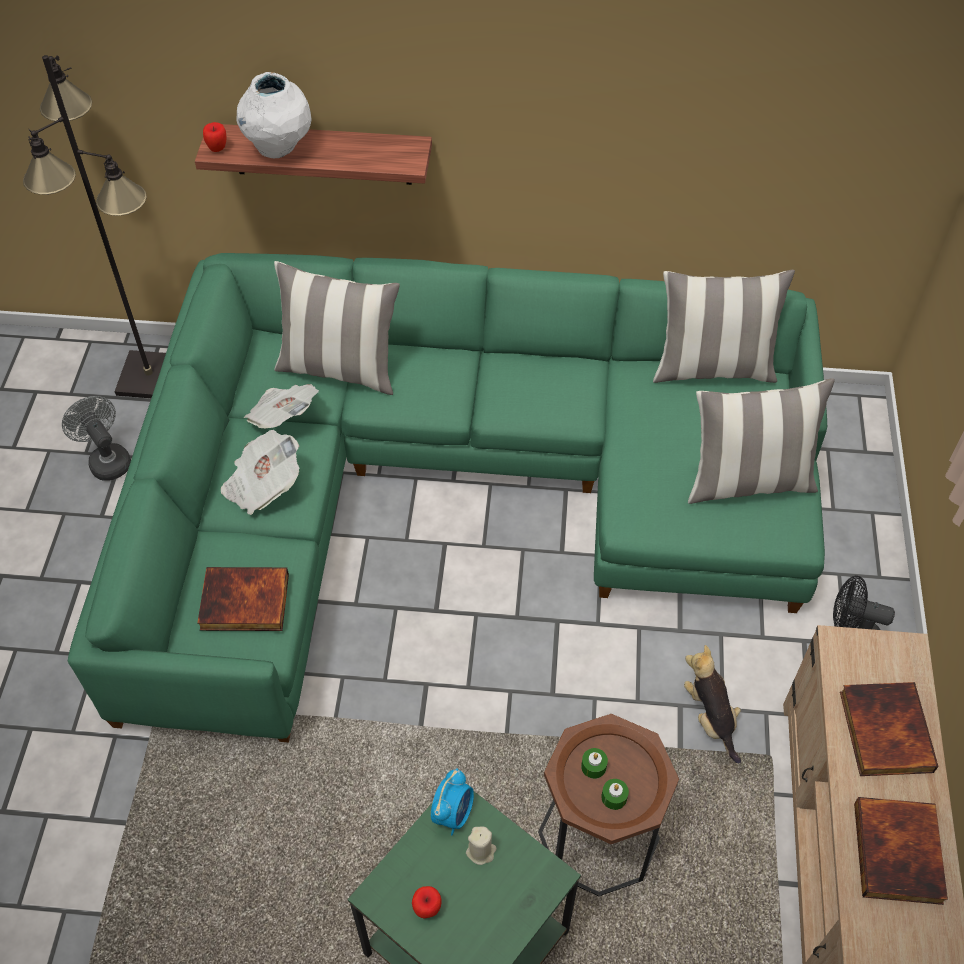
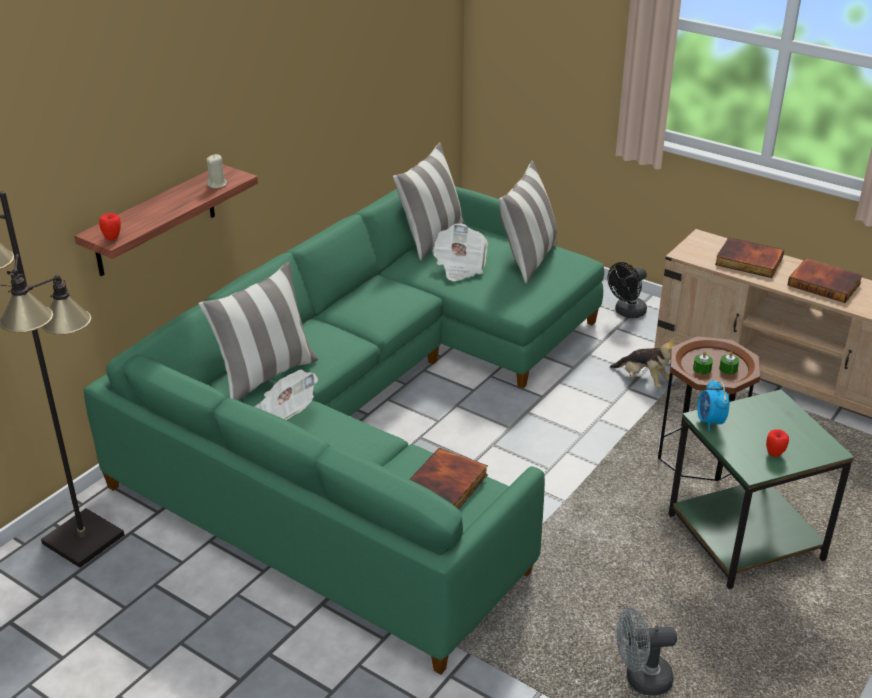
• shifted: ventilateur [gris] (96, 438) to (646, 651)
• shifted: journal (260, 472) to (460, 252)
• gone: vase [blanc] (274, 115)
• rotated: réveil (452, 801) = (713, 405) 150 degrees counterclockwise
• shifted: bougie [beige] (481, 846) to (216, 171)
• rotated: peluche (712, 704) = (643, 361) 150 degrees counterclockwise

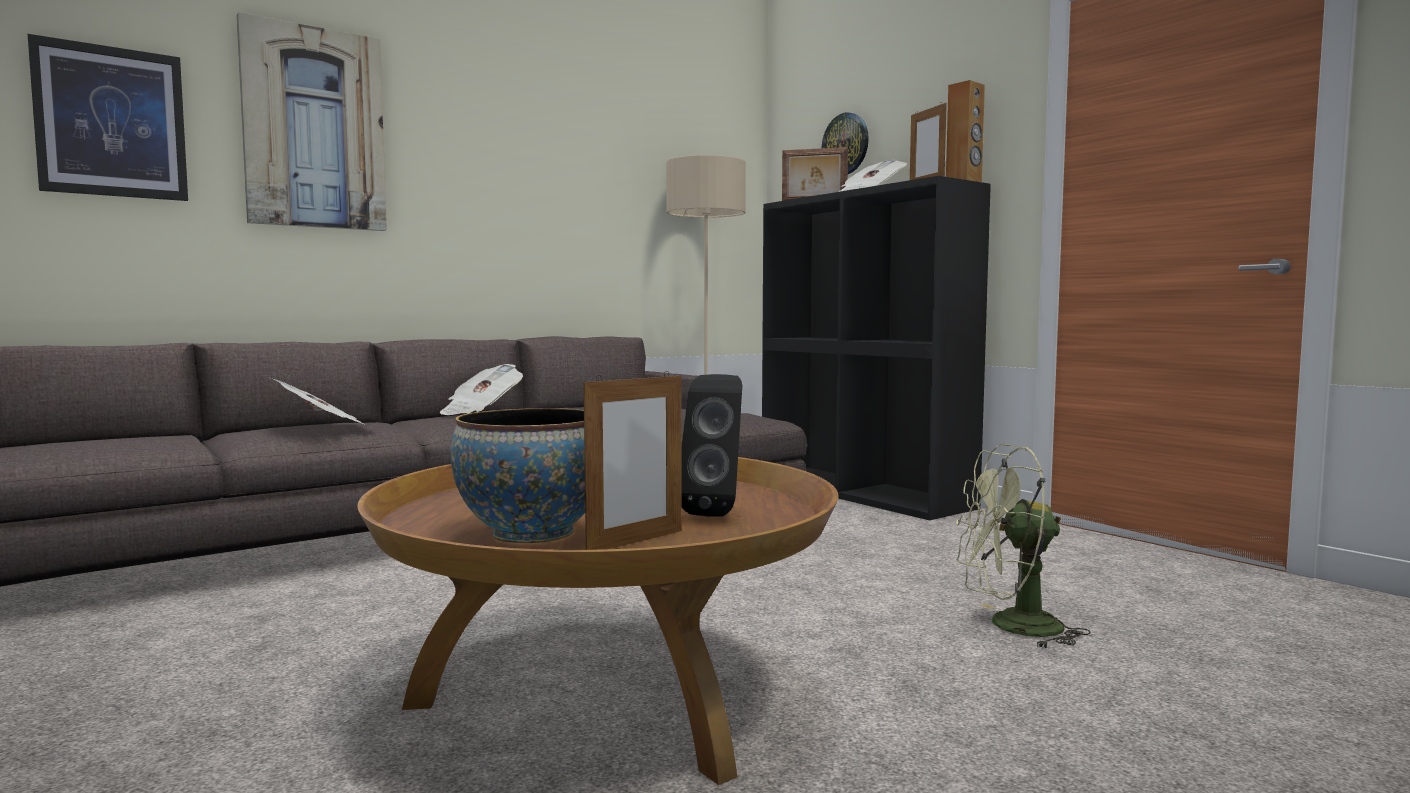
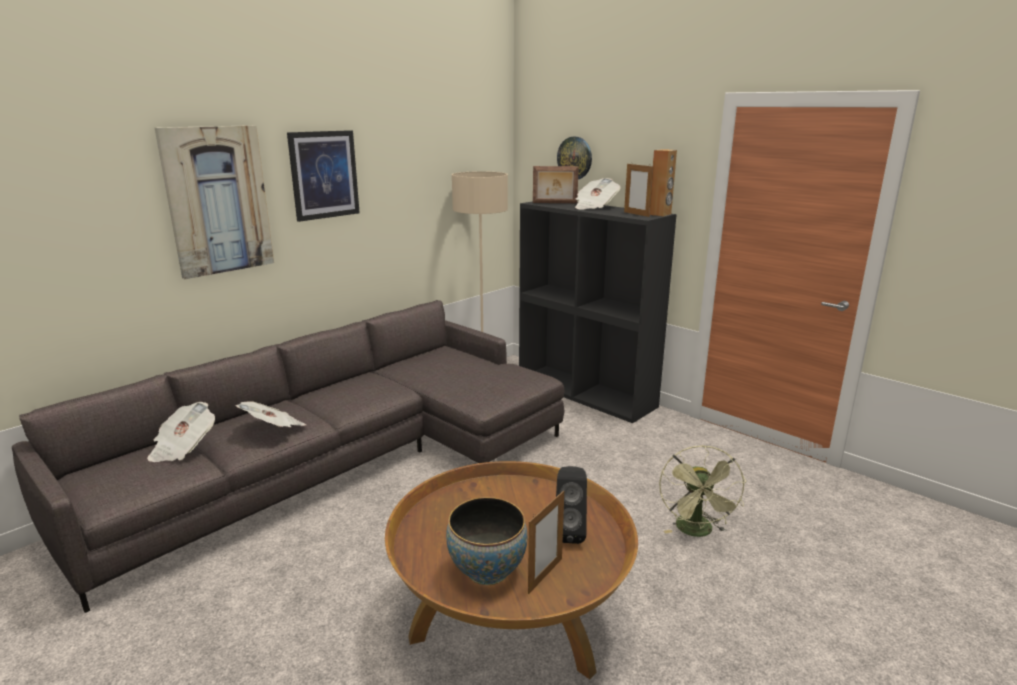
• shifted: tableau (108, 117) to (323, 176)
• shifted: journal (481, 389) to (181, 432)
• rotated: ventilateur [vert] (1024, 546) = (702, 491) 75 degrees counterclockwise

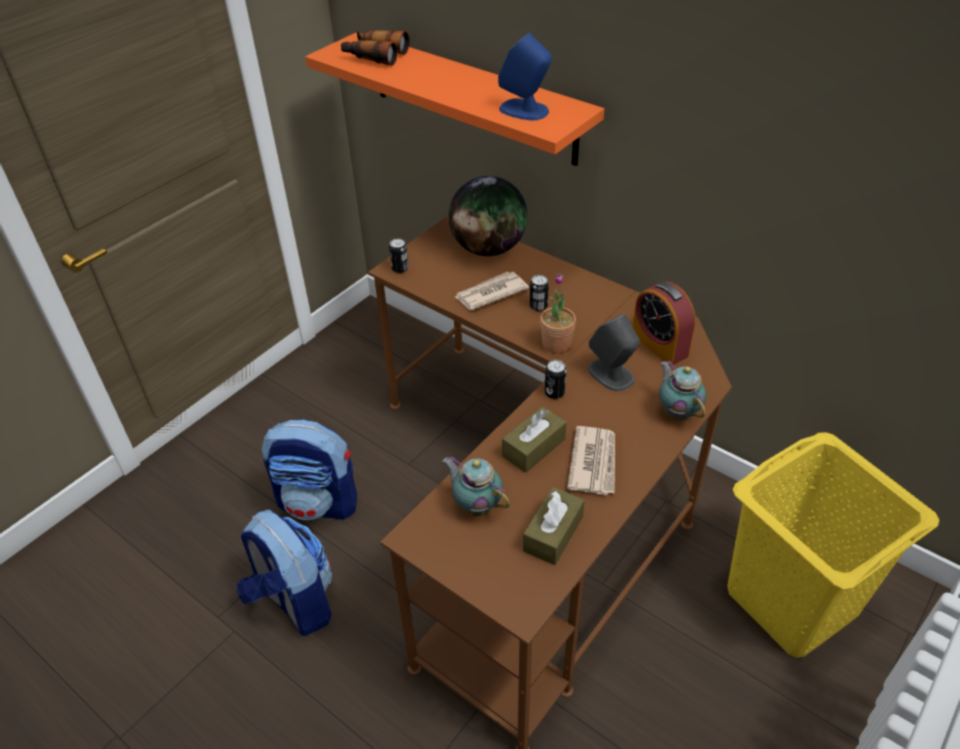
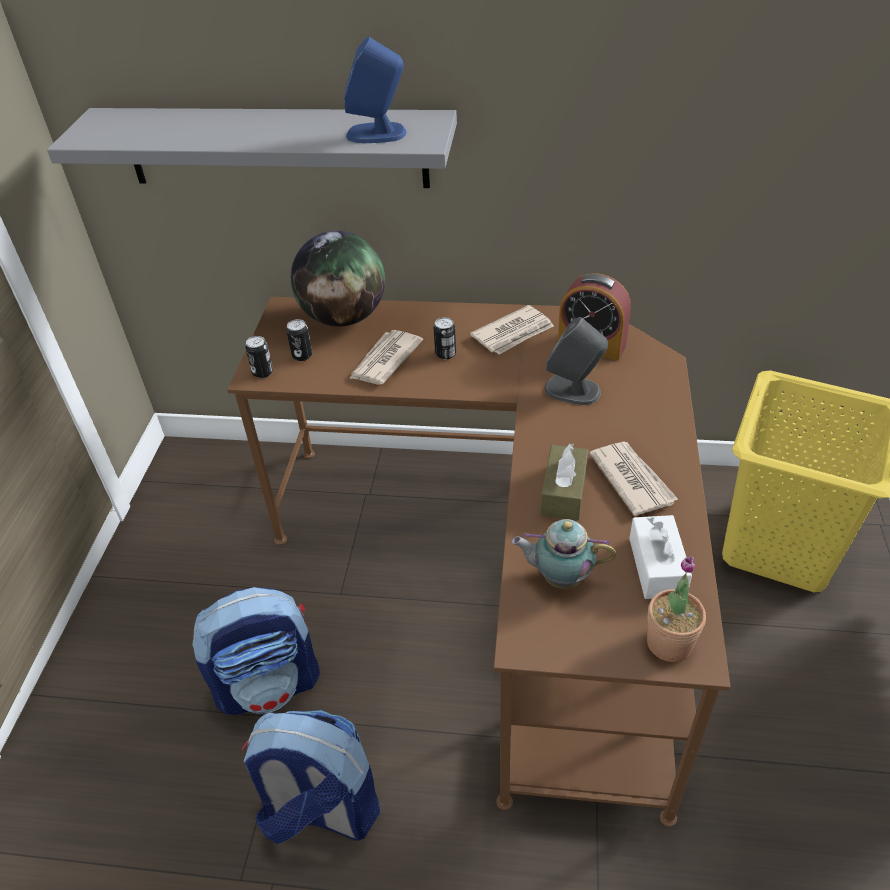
• repainted: étagère [orange] (454, 98) to étagère [gris] (252, 148)
• gone: jumelles (375, 48)
• repainted: boîte à mouchoirs [marron] (554, 526) to boîte à mouchoirs [blanc] (660, 557)
• shifted: plante en pot (558, 313) to (676, 609)
• shifted: boîte métallique (556, 379) to (299, 340)
• gone: théière (682, 391)
• new: journal (512, 330)

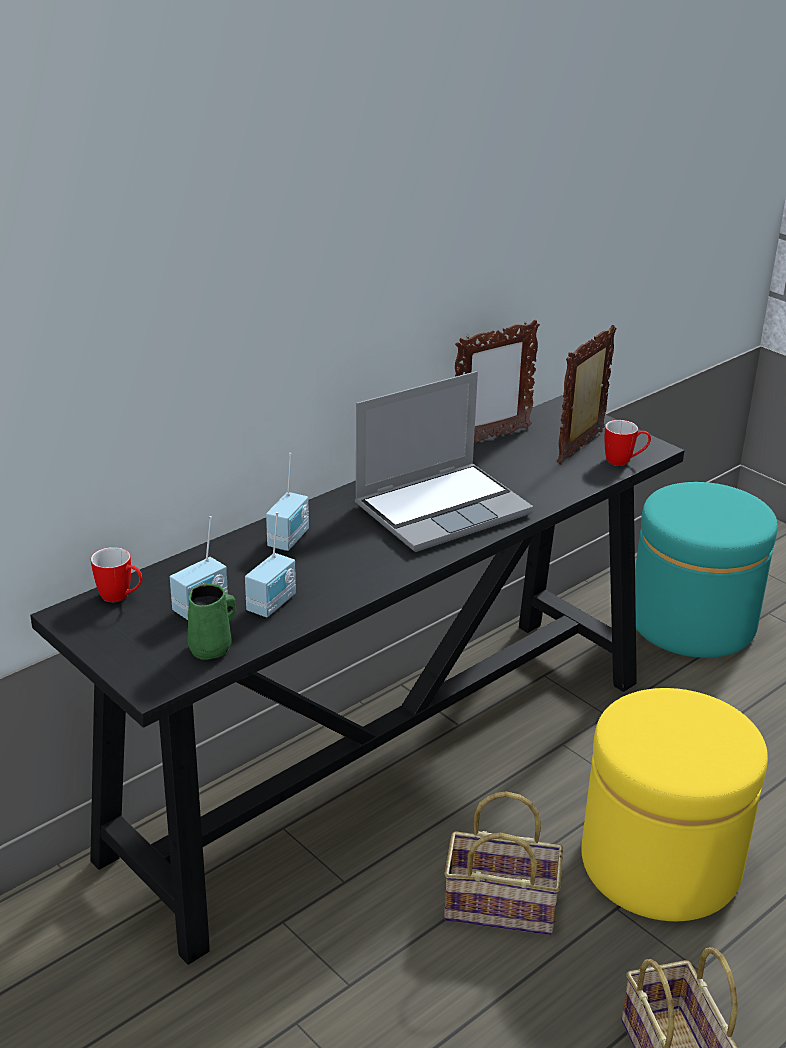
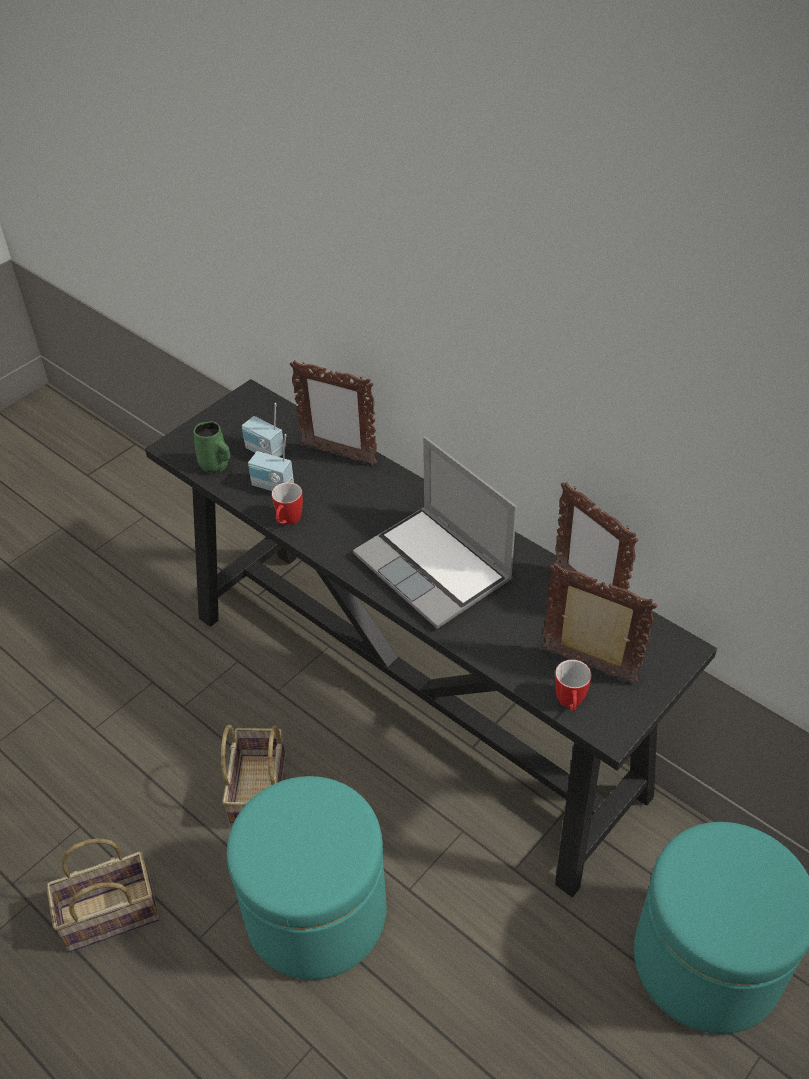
• shifted: mug (116, 574) to (287, 503)
• gone: radio (287, 502)
• repainted: pouf [jaune] (674, 804) to pouf [turquoise] (306, 878)
• new: cadre photo (333, 413)

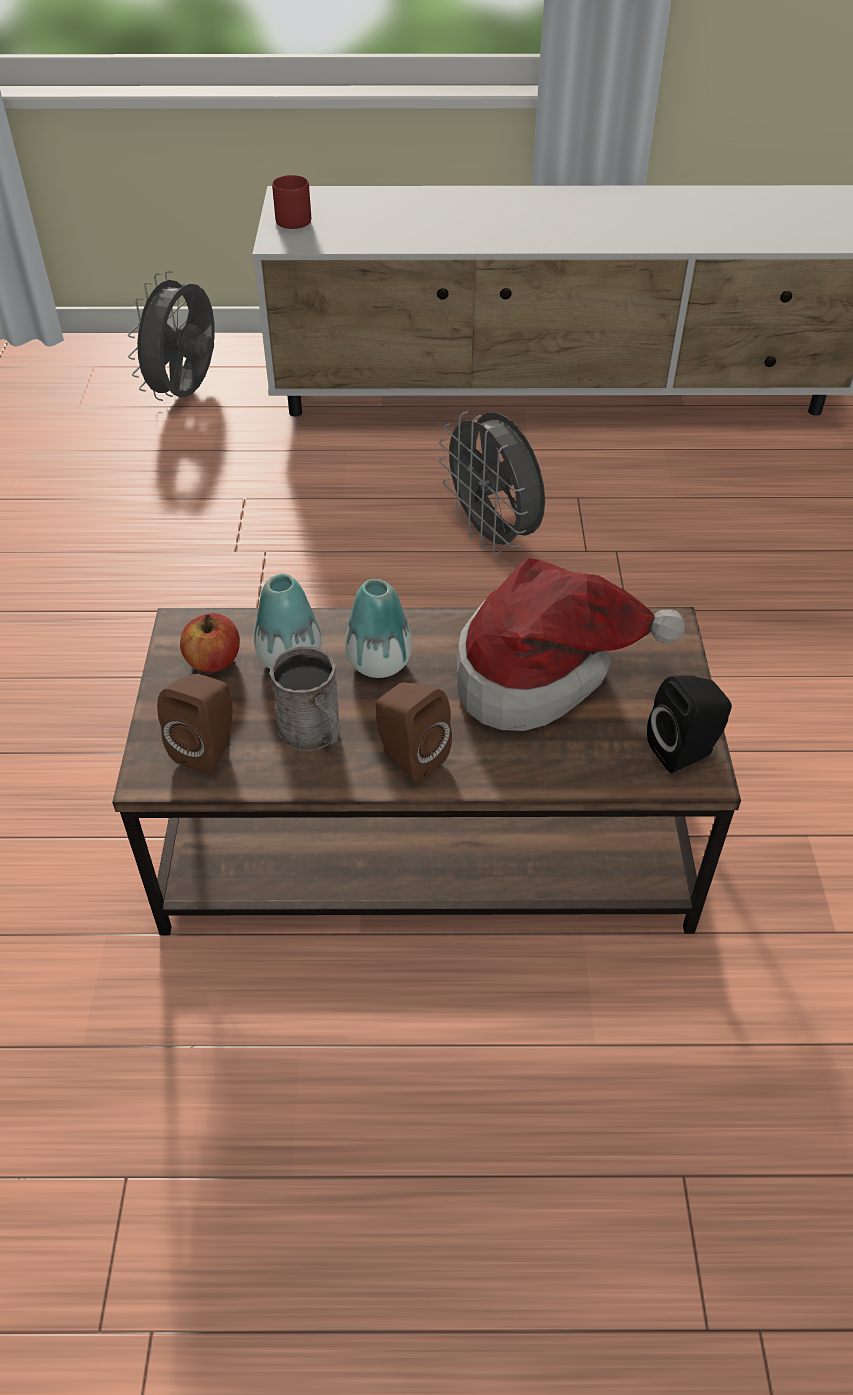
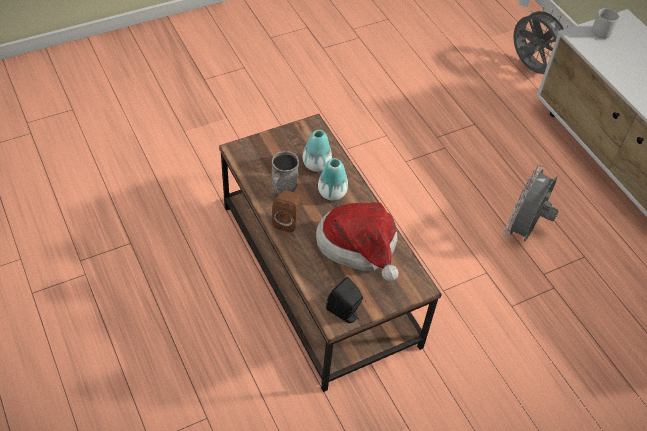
• rotated: ventilateur [gris] (171, 336) = (540, 40) 60 degrees clockwise
• gone: enceinte [marron] (195, 724)
• gone: pomme (210, 642)
• repainted: mug [rouge] (291, 202) to mug [gris] (605, 23)

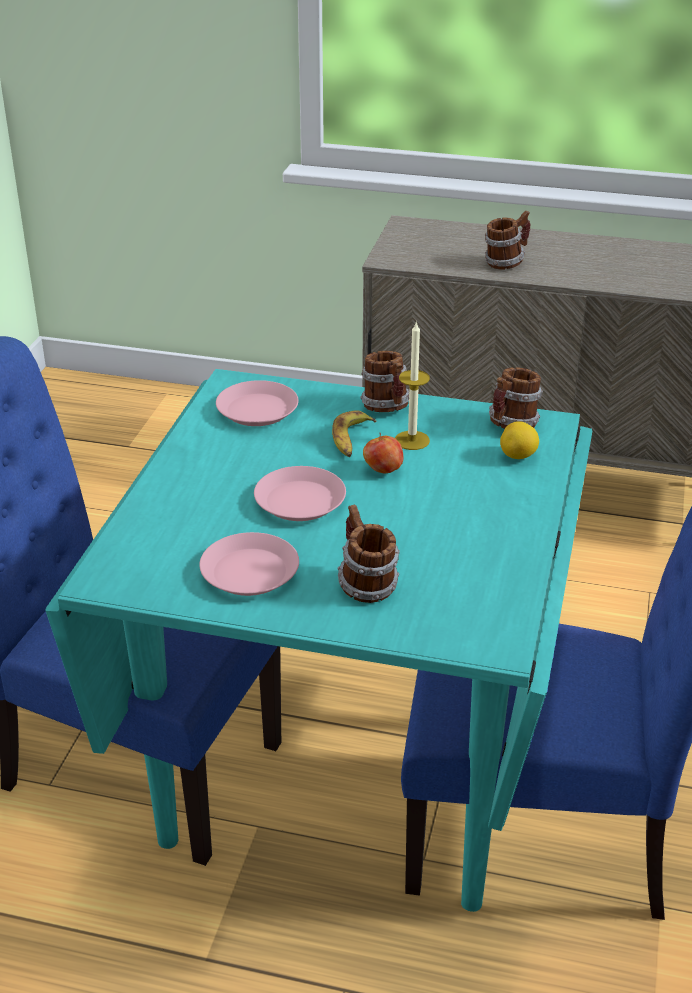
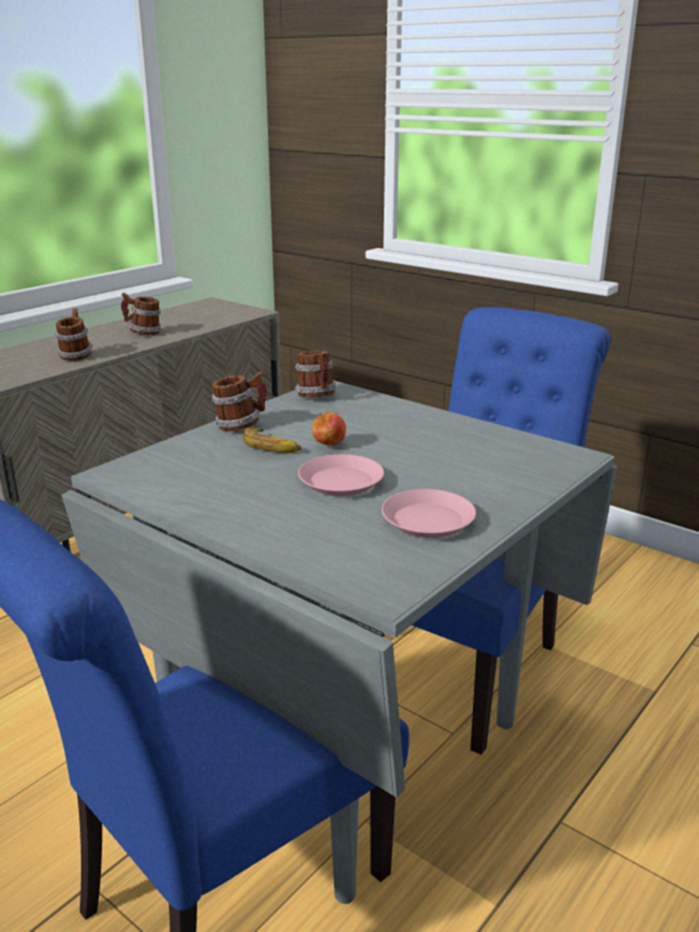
• repainted: table à manger [turquoise] (318, 640) to table à manger [gris] (339, 642)
• gone: assiette [rose] (257, 403)
• shifted: mug (369, 554) to (141, 314)
• gone: bougie (412, 385)
• gone: citron (519, 440)

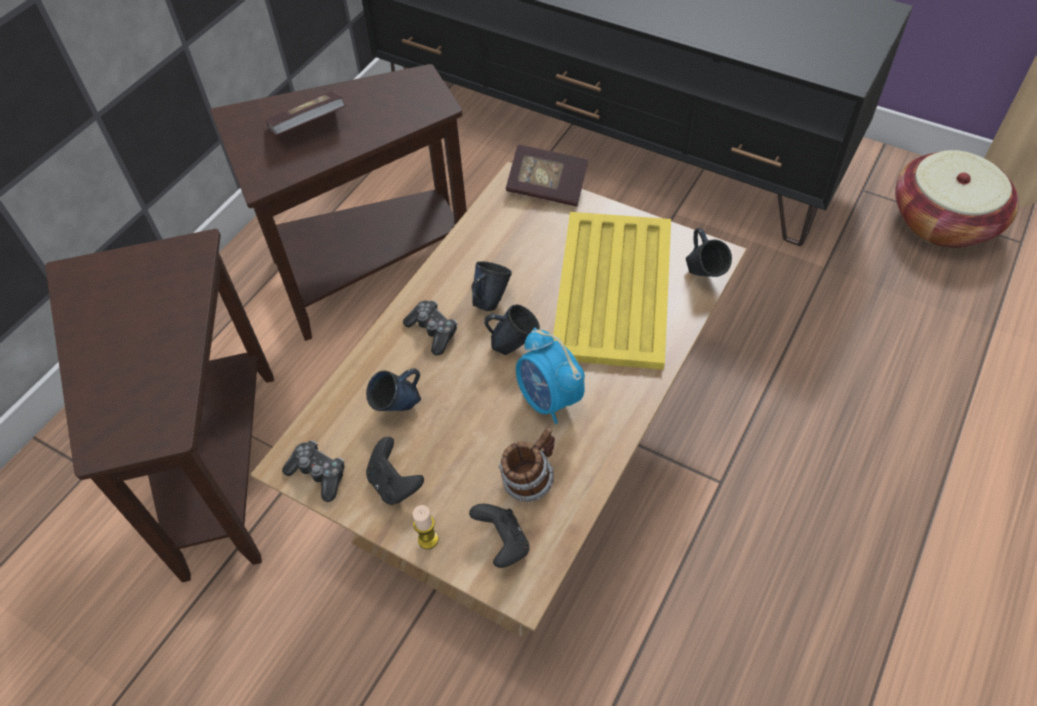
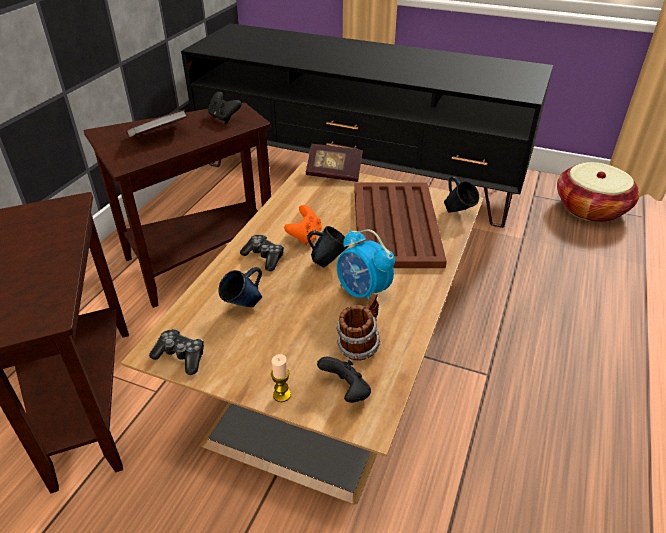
• shifted: manette [noir] (395, 471) to (225, 107)
• swapped: mug [bleu] (491, 286) to manette [orange] (303, 225)
• repainted: plateau [jaune] (612, 291) to plateau [marron] (400, 225)

